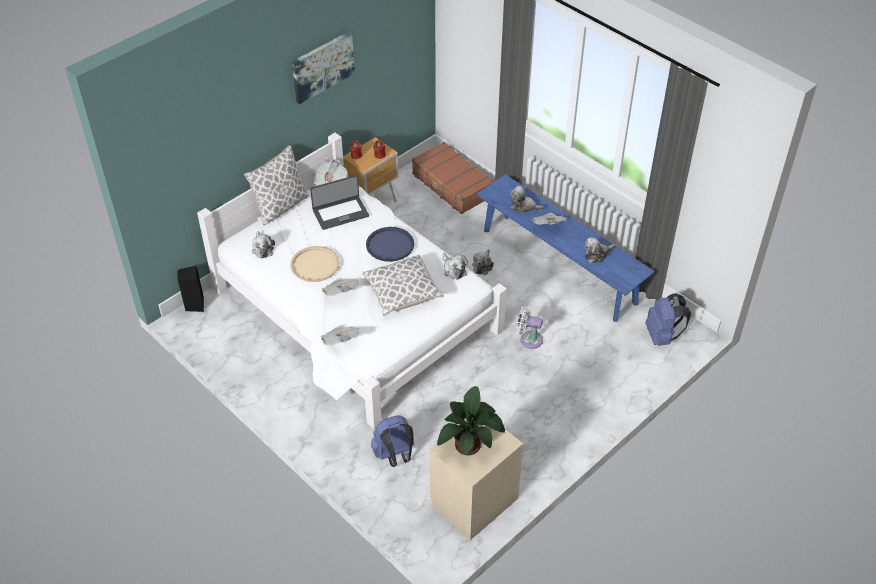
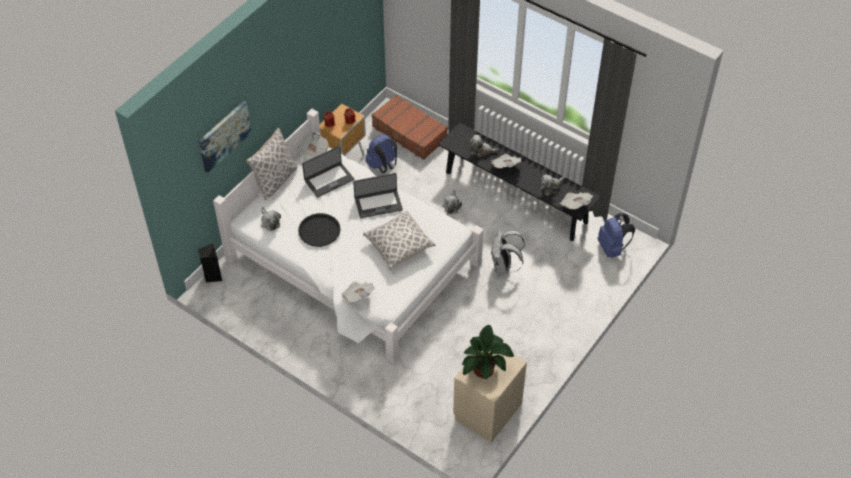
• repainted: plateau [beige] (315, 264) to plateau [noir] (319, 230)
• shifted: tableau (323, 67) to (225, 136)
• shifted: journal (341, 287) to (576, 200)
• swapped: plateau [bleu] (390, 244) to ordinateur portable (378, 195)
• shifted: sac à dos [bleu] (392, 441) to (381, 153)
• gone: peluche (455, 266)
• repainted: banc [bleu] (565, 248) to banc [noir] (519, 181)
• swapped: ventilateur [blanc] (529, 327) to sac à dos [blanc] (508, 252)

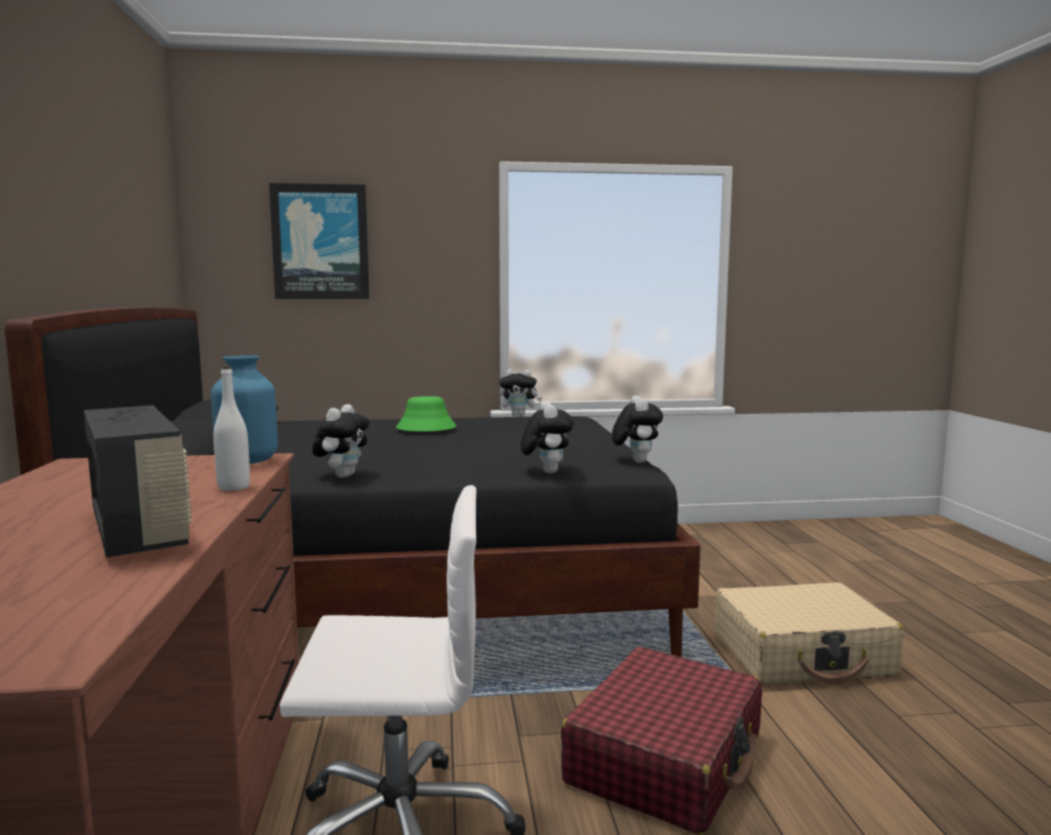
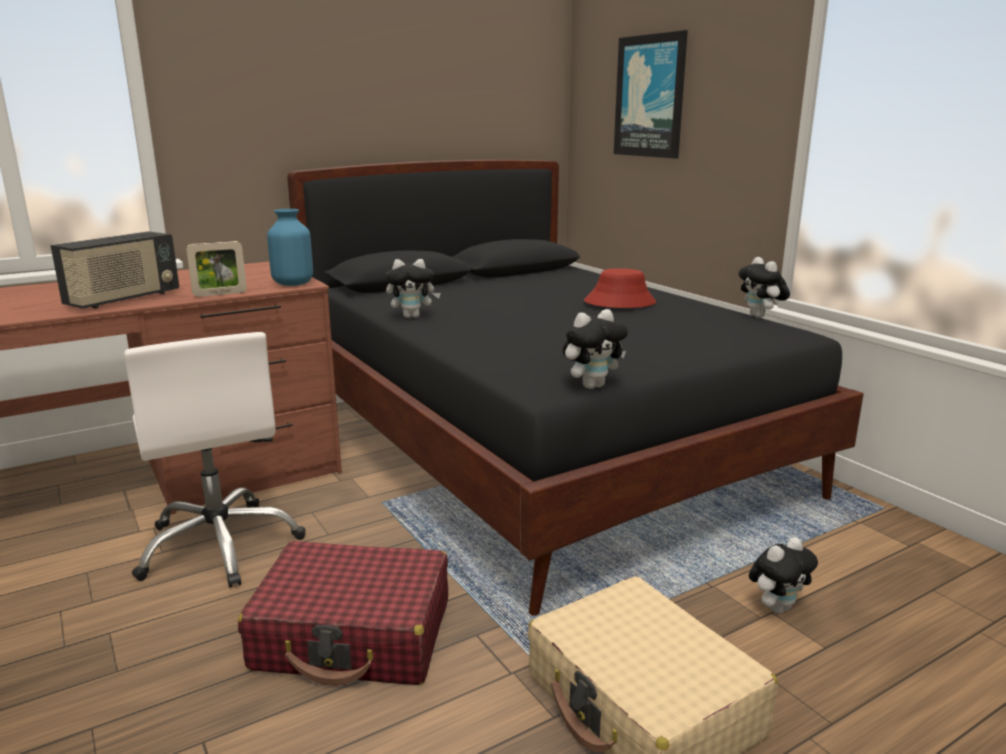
• swapped: bouteille [blanc] (231, 428) to cadre photo (216, 269)
• repainted: chapeau [vert] (426, 414) to chapeau [rouge] (620, 288)
• shifted: peluche (547, 437) to (783, 575)

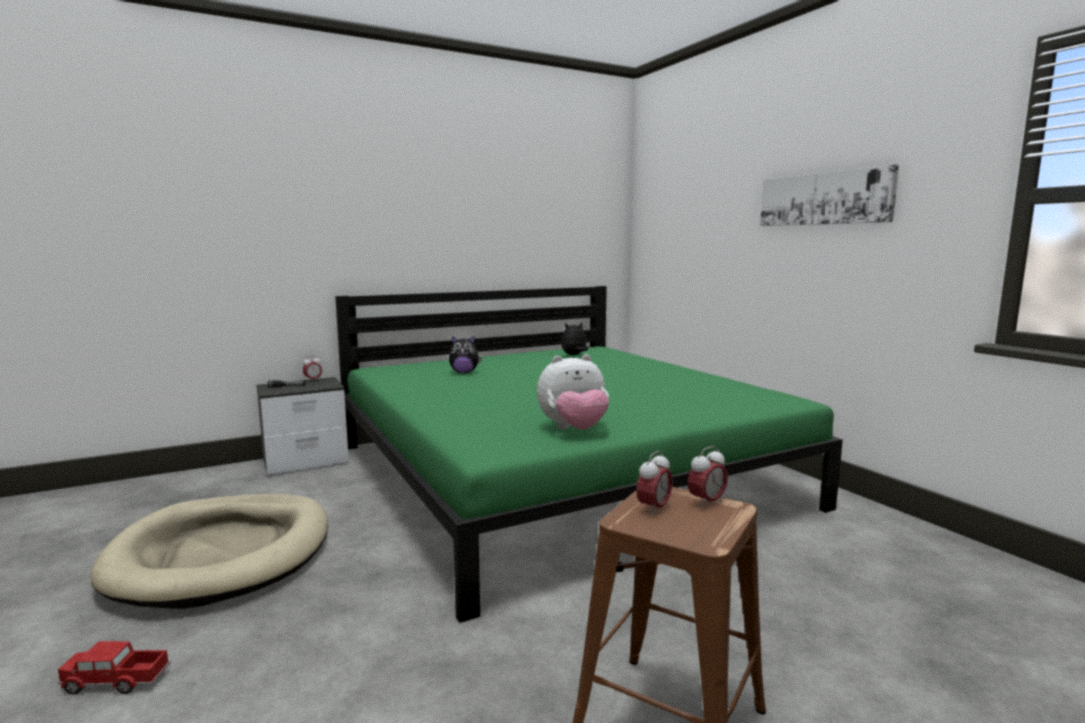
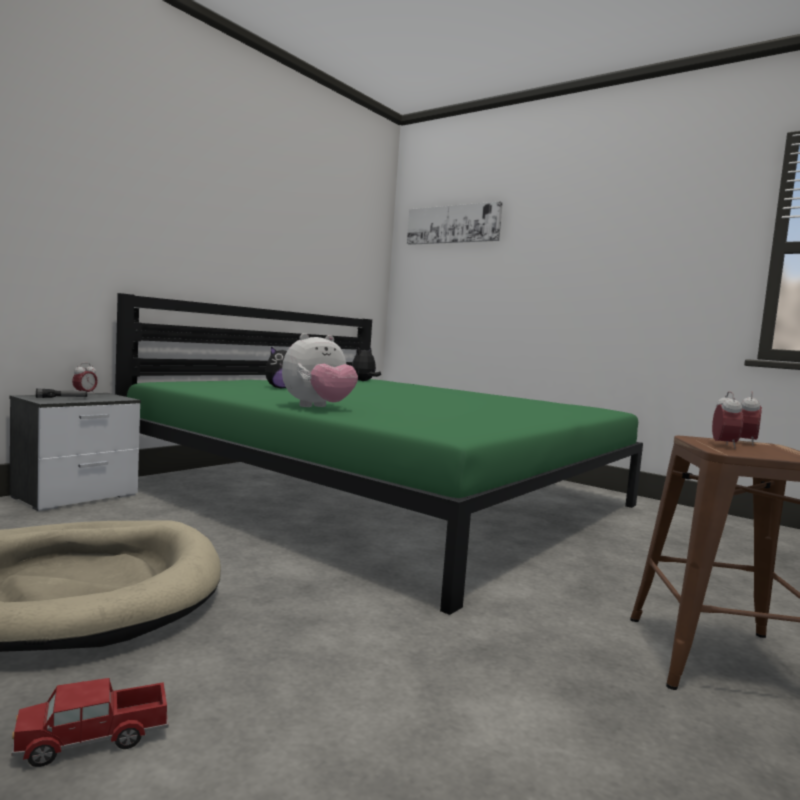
• shifted: peluche (573, 392) to (320, 370)
• shifted: tableau (829, 195) to (455, 223)

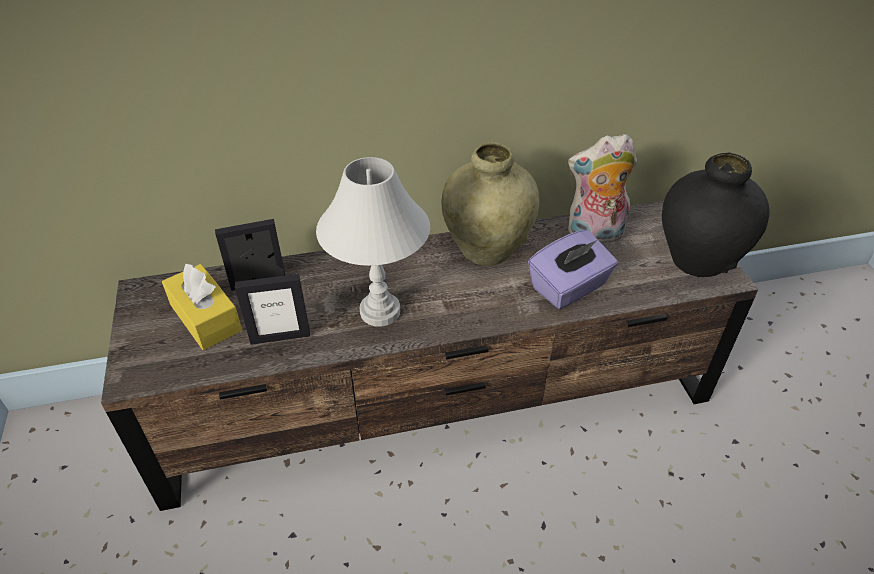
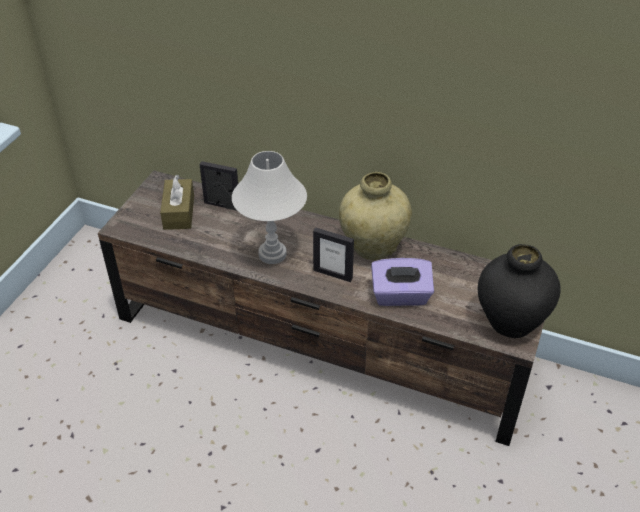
• repainted: boîte à mouchoirs [jaune] (202, 307) to boîte à mouchoirs [marron] (177, 202)
• shifted: cadre photo (272, 309) to (333, 254)
• gone: peluche (602, 188)

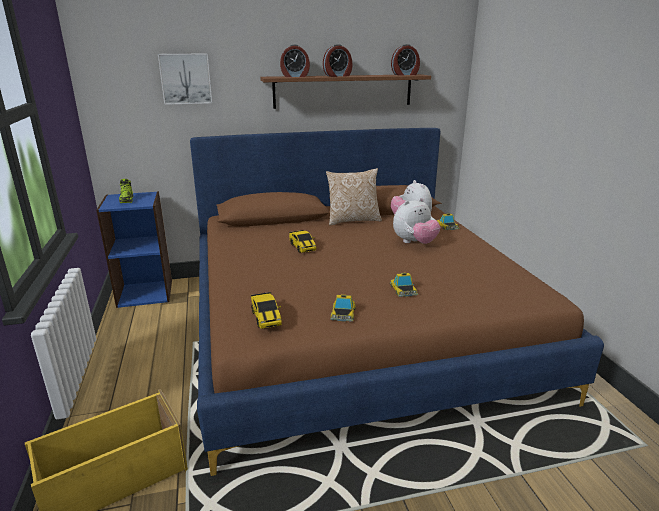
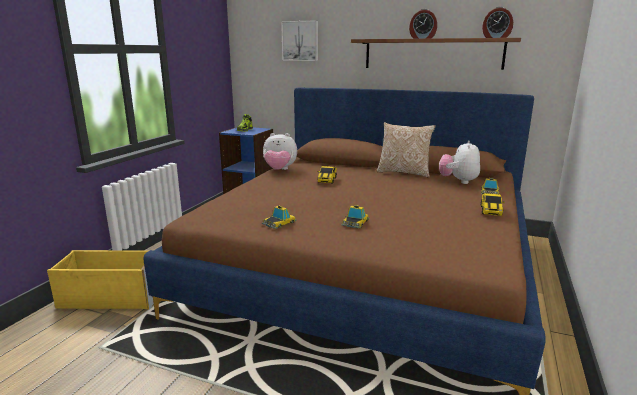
• shifted: petite voiture (266, 310) to (493, 204)
• gone: réveil (295, 60)
• shifted: peluche (417, 221) to (280, 151)

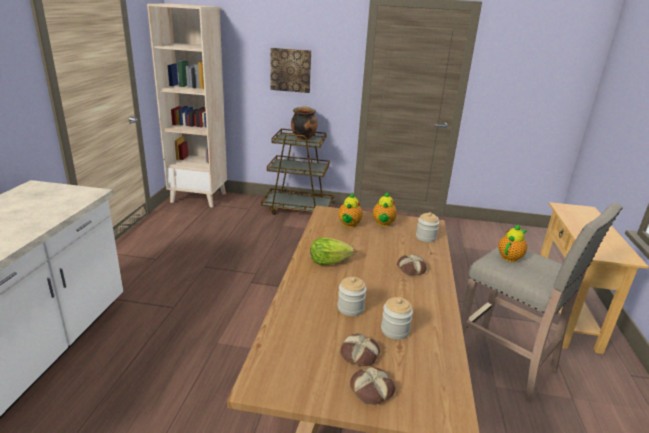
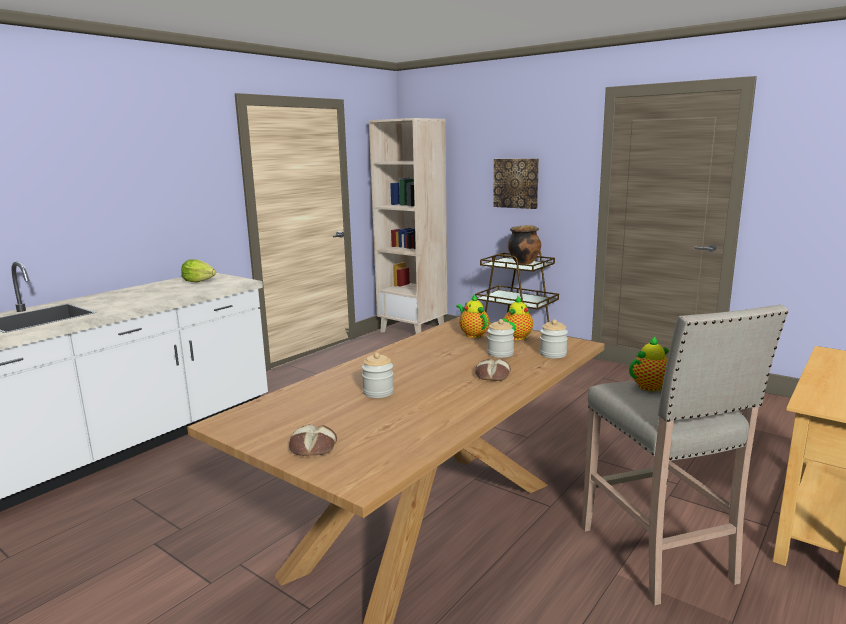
• shifted: laitue (332, 251) to (198, 270)
• rotated: théière (350, 210) = (473, 316) 105 degrees clockwise
• gone: pain (360, 350)
• shifted: bocal (397, 318) to (500, 338)

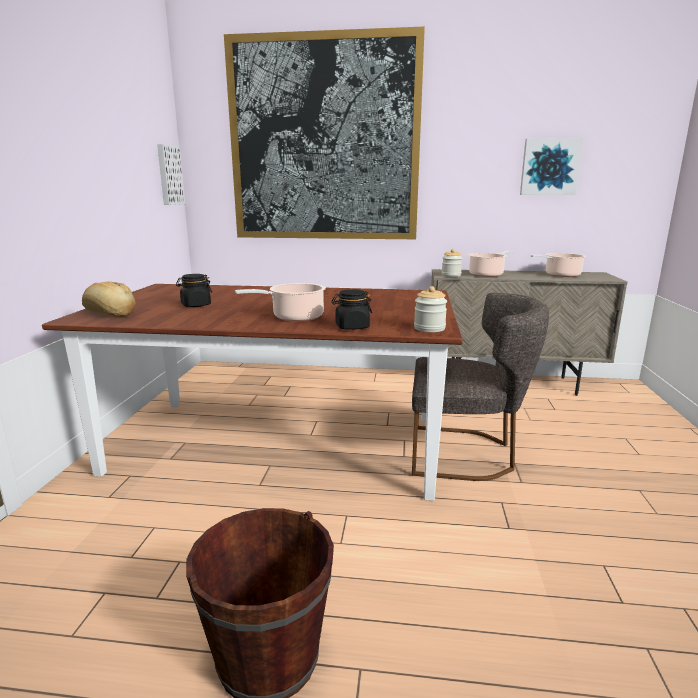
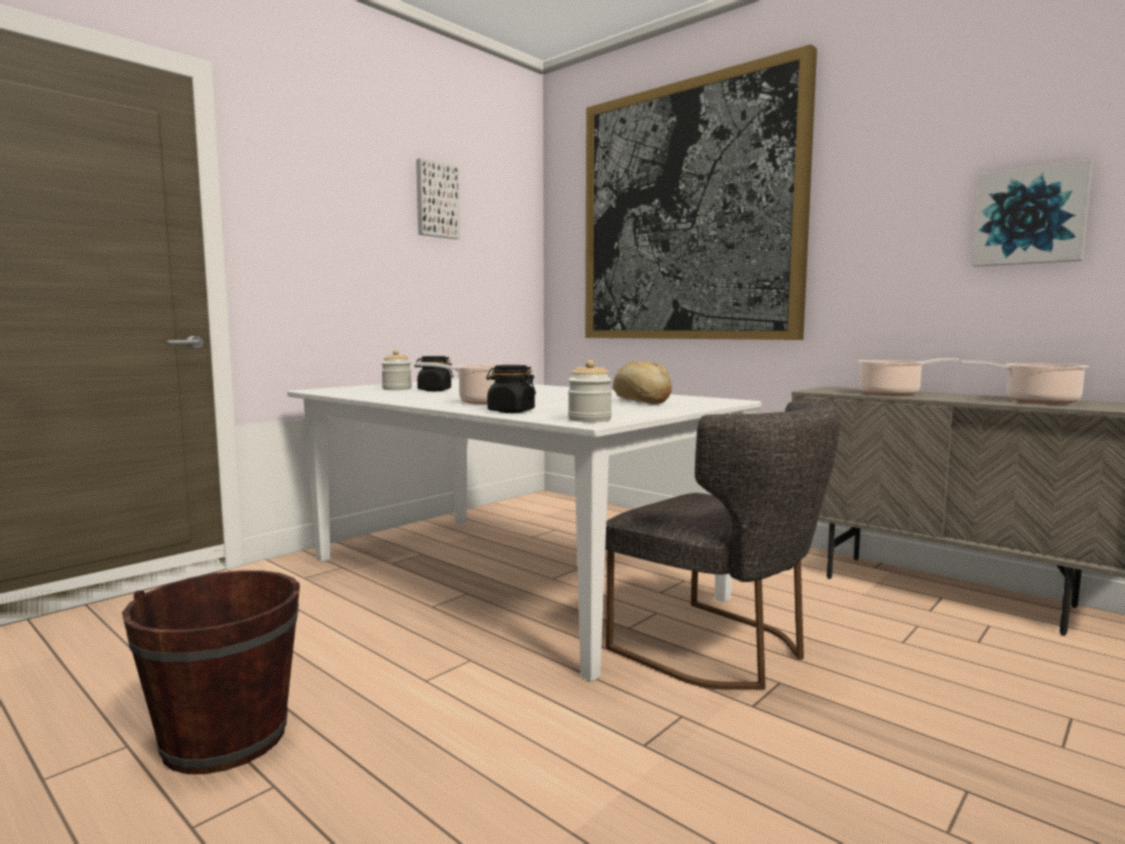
• repainted: table à manger [marron] (252, 392) to table à manger [blanc] (524, 530)
• shifted: pain (109, 299) to (642, 382)
• shifted: tableau (171, 174) to (438, 198)
• shifted: bocal (452, 263) to (396, 370)

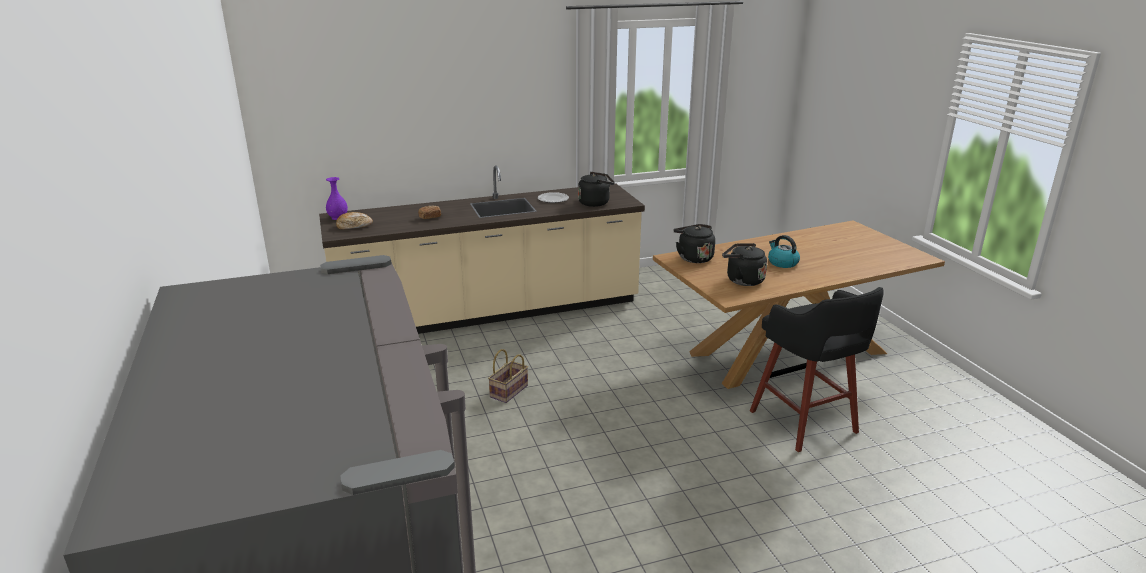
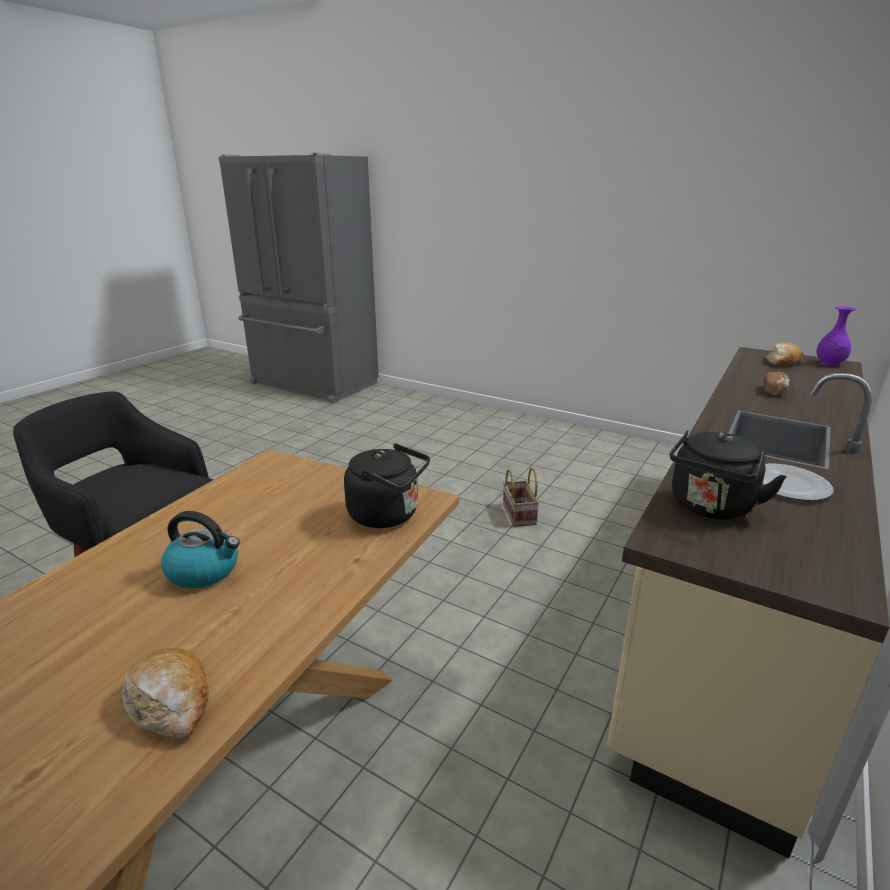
• gone: bouilloire [noir] (744, 264)
• new: pain (165, 693)

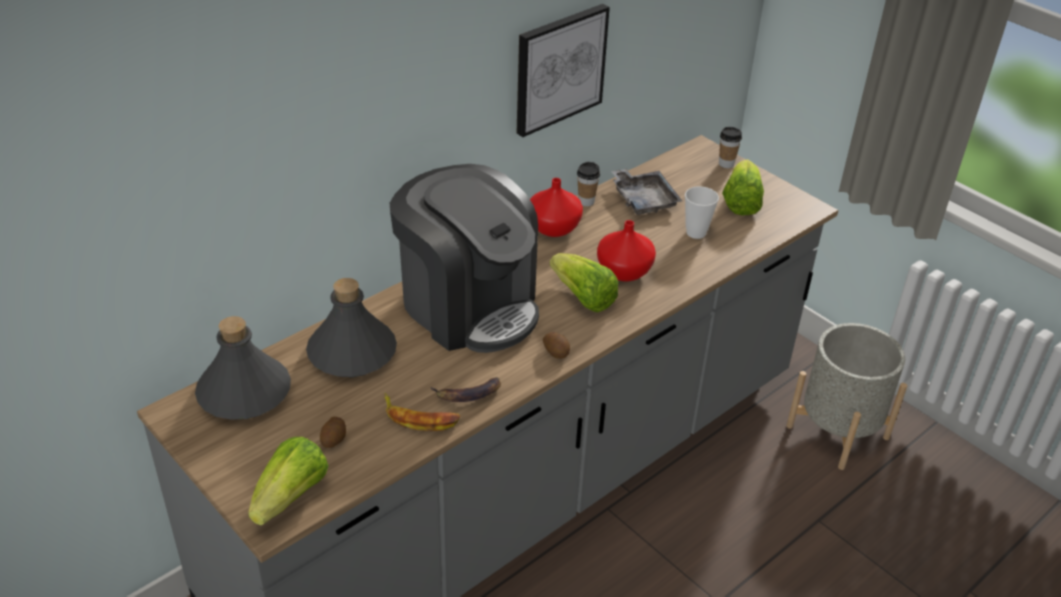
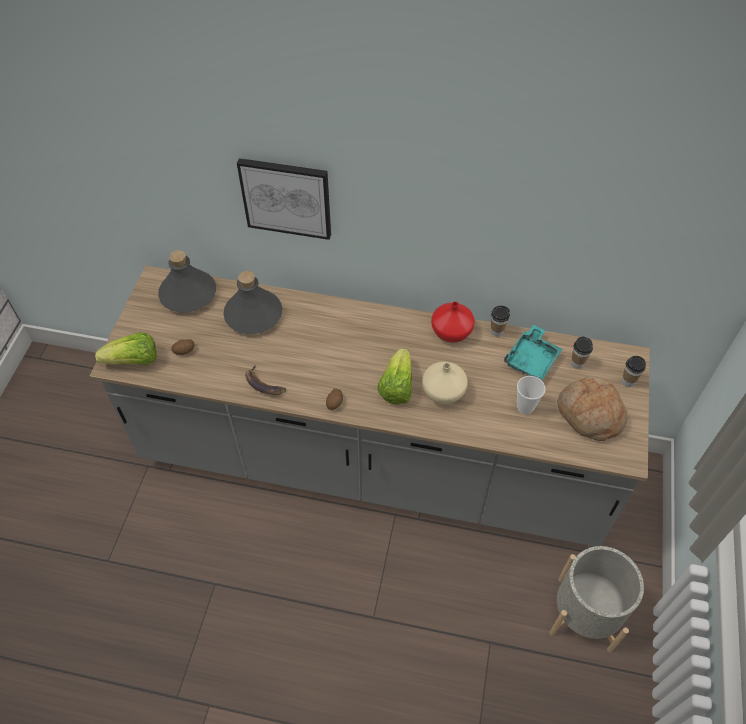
• gone: banane (422, 412)
• gone: machine à café (464, 258)
• shifted: tableau (563, 70) to (284, 199)
• repainted: vase [rouge] (626, 250) to vase [beige] (445, 383)
• repainted: plateau [gris] (646, 192) to plateau [turquoise] (533, 352)
• swapped: laitue (743, 187) to pain (592, 408)
• new: tasse (582, 352)

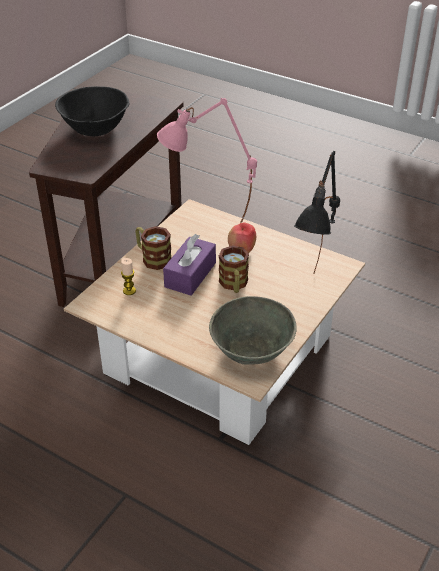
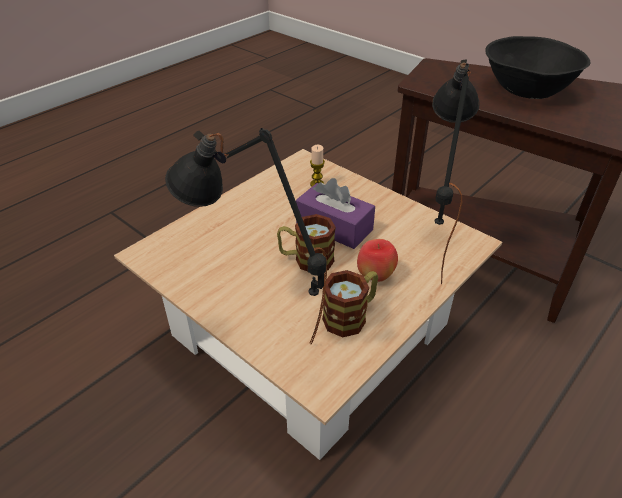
• shifted: mug (153, 248) to (350, 303)
• repainted: lampe de table [rose] (207, 160) to lampe de table [noir] (456, 171)
• gone: bol [gris] (253, 330)

